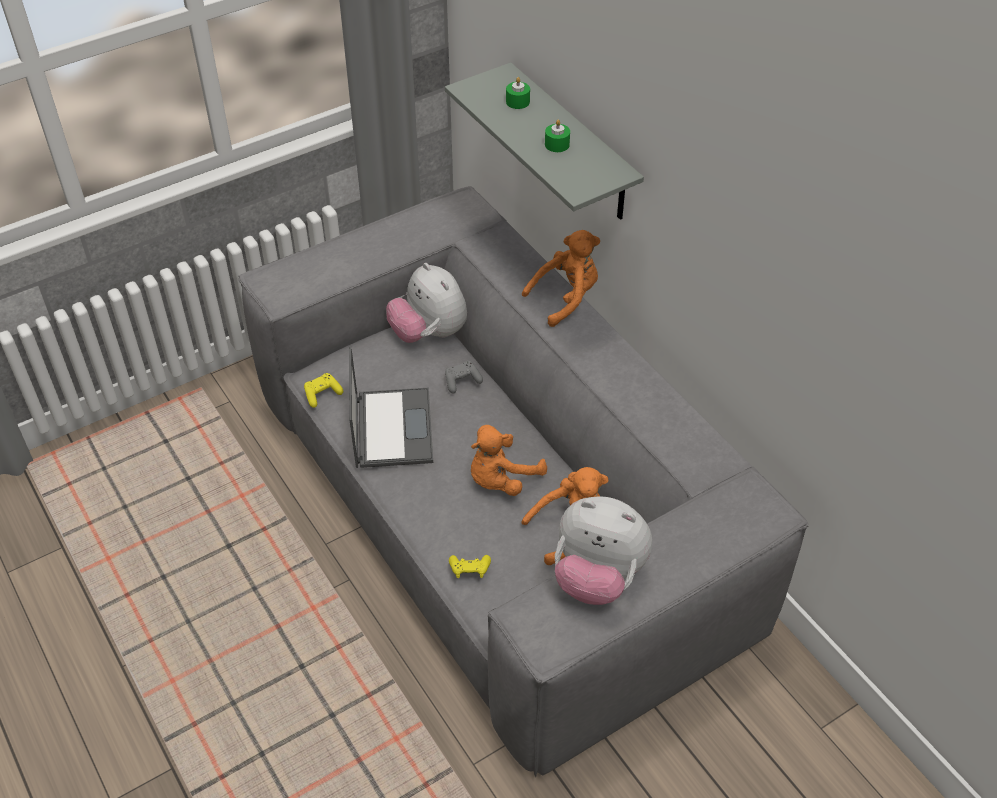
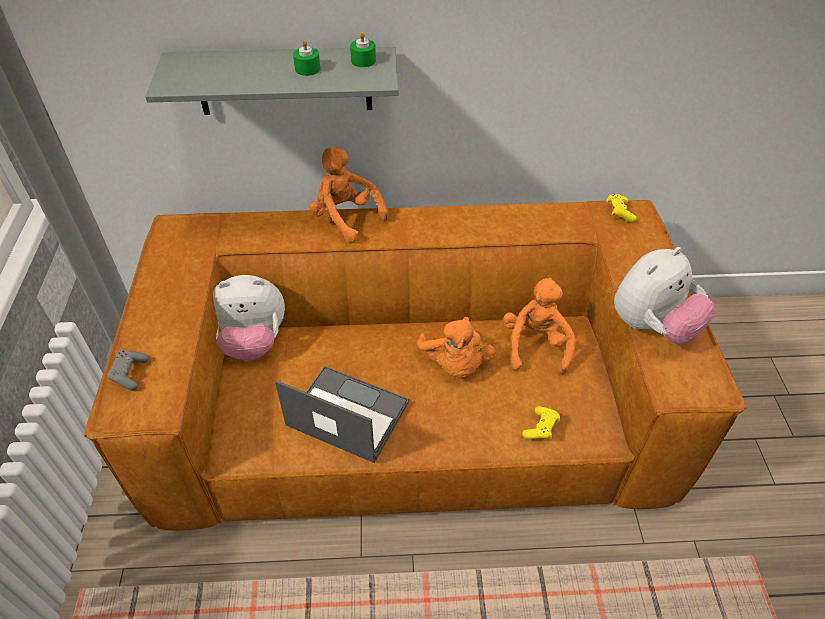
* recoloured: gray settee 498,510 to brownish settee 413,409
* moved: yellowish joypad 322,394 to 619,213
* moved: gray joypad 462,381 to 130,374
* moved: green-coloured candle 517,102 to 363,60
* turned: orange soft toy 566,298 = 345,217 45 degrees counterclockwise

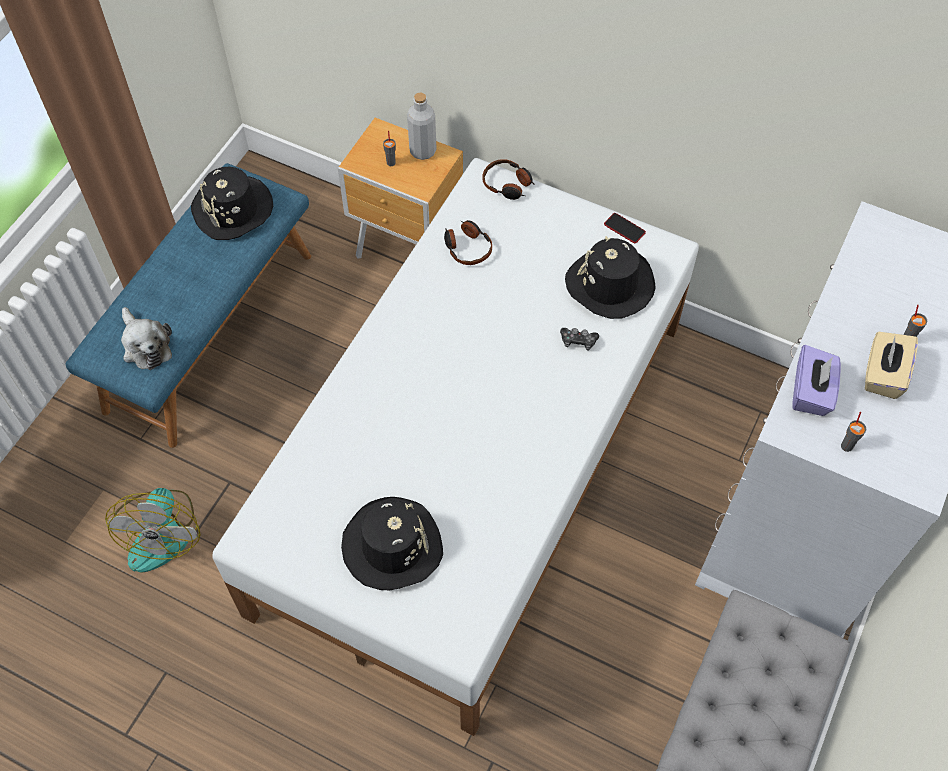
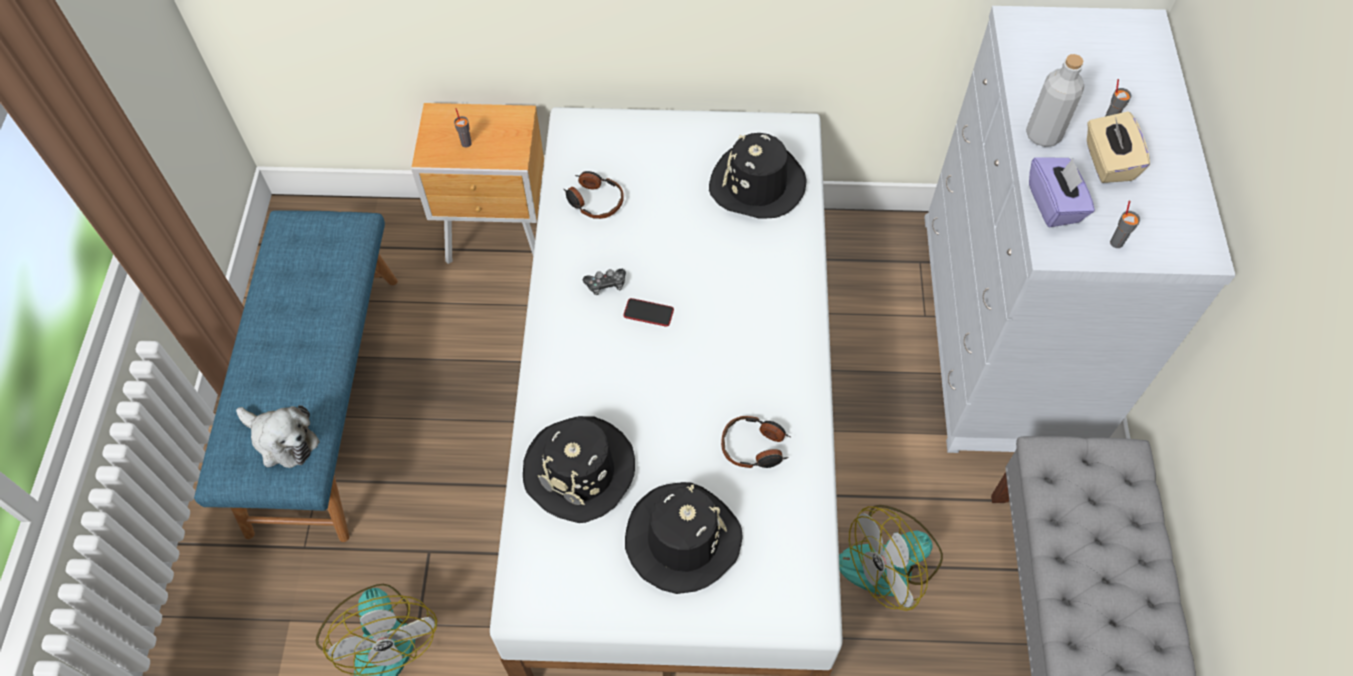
* moved: blackish wearable hat 233,209 to 580,470
* moved: gray beverage bottle 423,151 to 1043,134
* moved: headset 508,184 to 755,447
* moved: joypad 578,341 to 606,285
* moved: telephone 624,228 to 648,313
* added: cooling fan 891,562

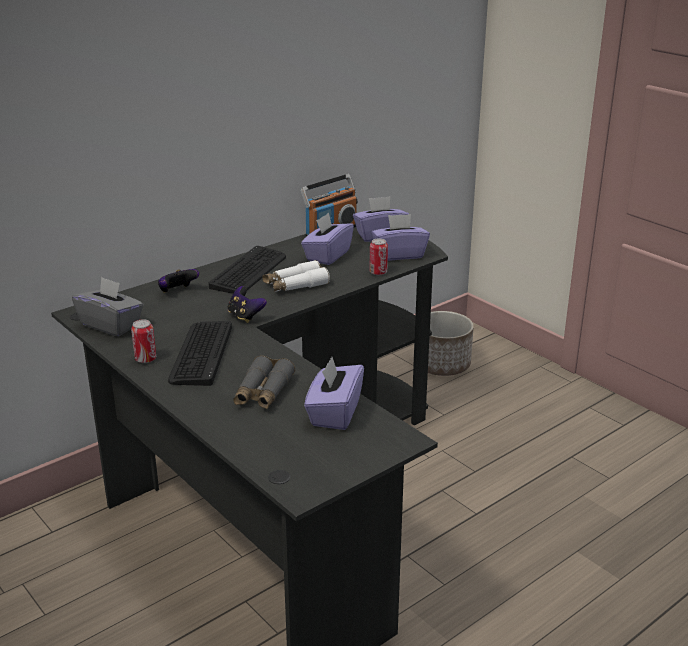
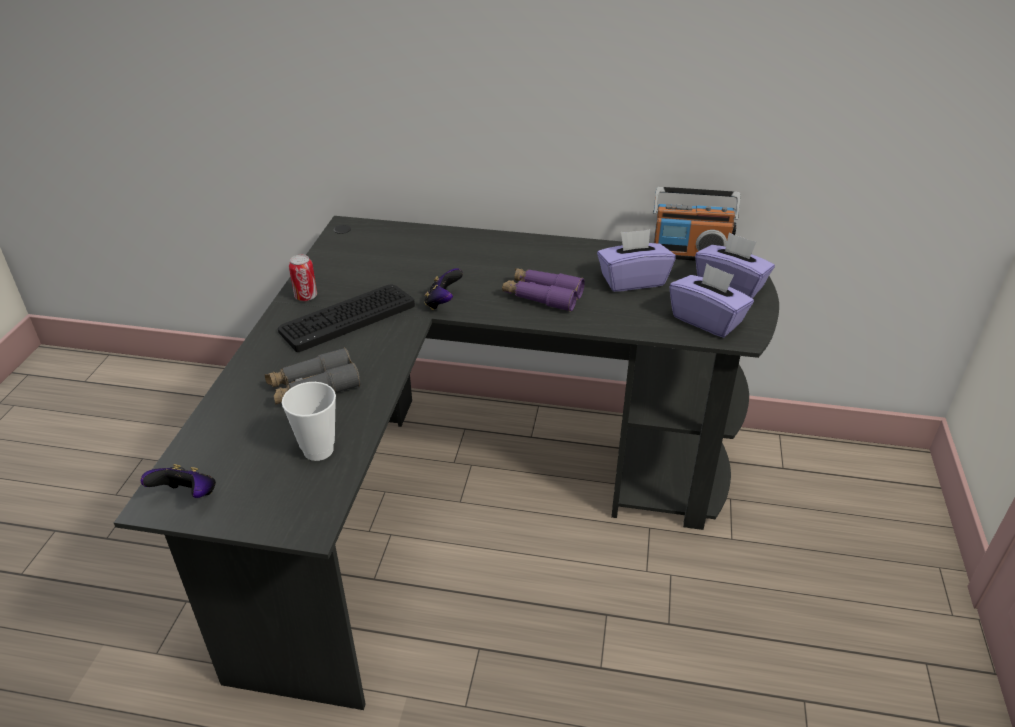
* removed: gray box of tissues 111,325
* moved: joypad 177,292 to 187,496
* removed: PC keyboard 249,271
* recoloured: white-coloured binoculars 295,285 to purple binoculars 542,296
* replaced: purple box of tissues 334,413 to drinking cup 318,450
* removed: can 378,272
* removed: flower pot 442,365

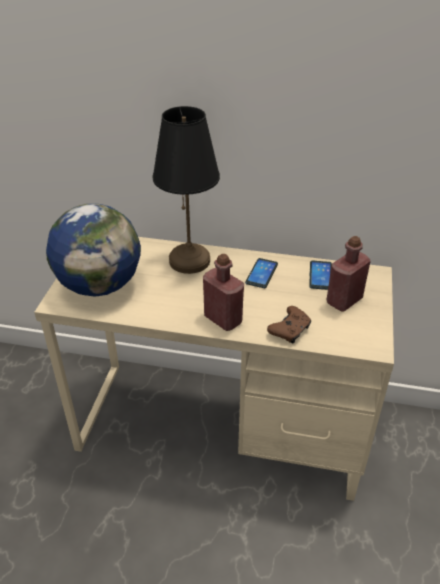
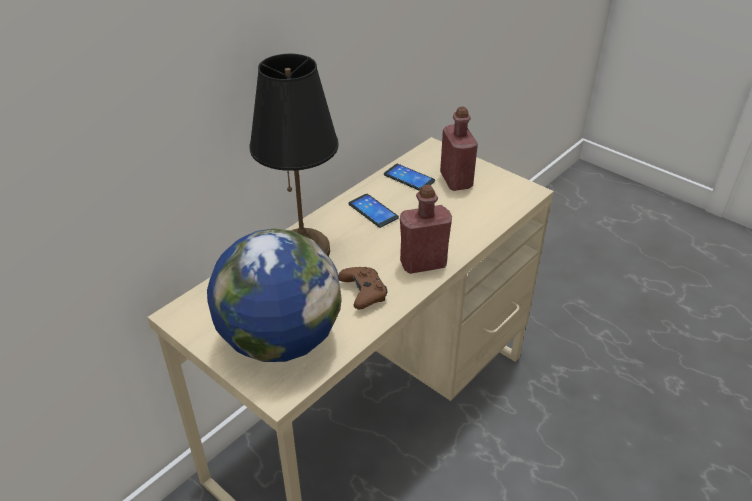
* moved: brownish joypad 290,330 to 364,293

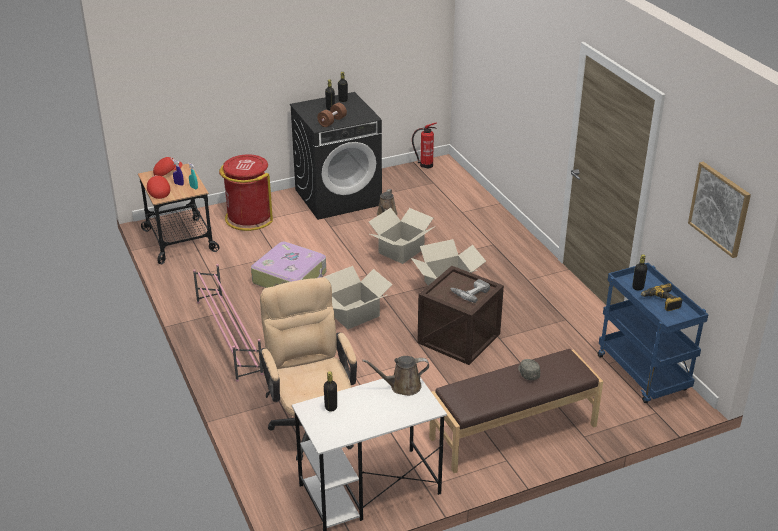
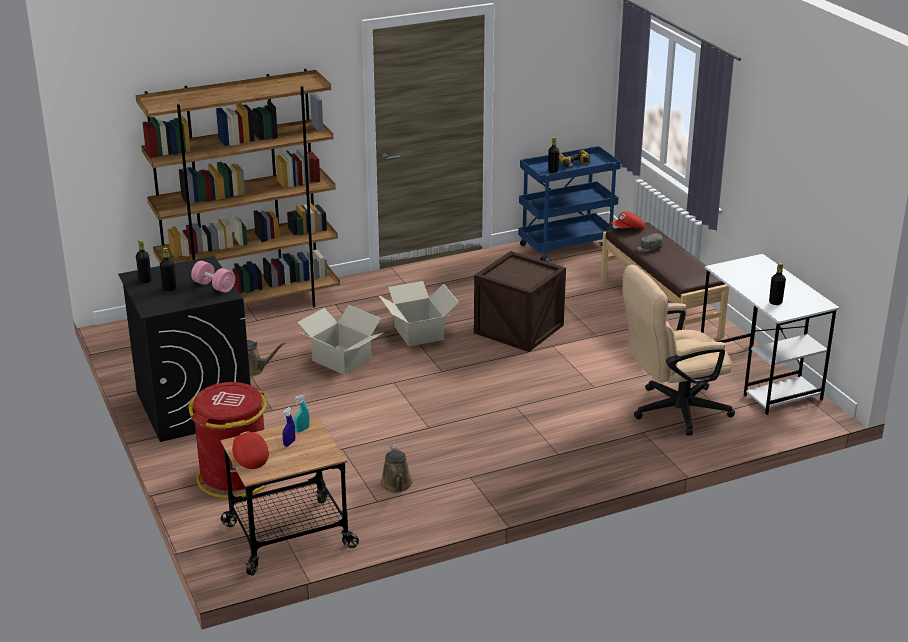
* moved: red cap 158,192 to 628,229
* removed: pinkish shoe shelf 228,336
* removed: piece of luggage 290,278
* recoloured: brownish free weight 332,122 to pinkish free weight 214,286
* removed: carton 354,314
* moved: brownish watering can 402,386 to 397,485
* removed: fire extinguisher 425,165
* removed: electric drill 470,292
* removed: picture 720,209
* added: brownish bookcase 251,307

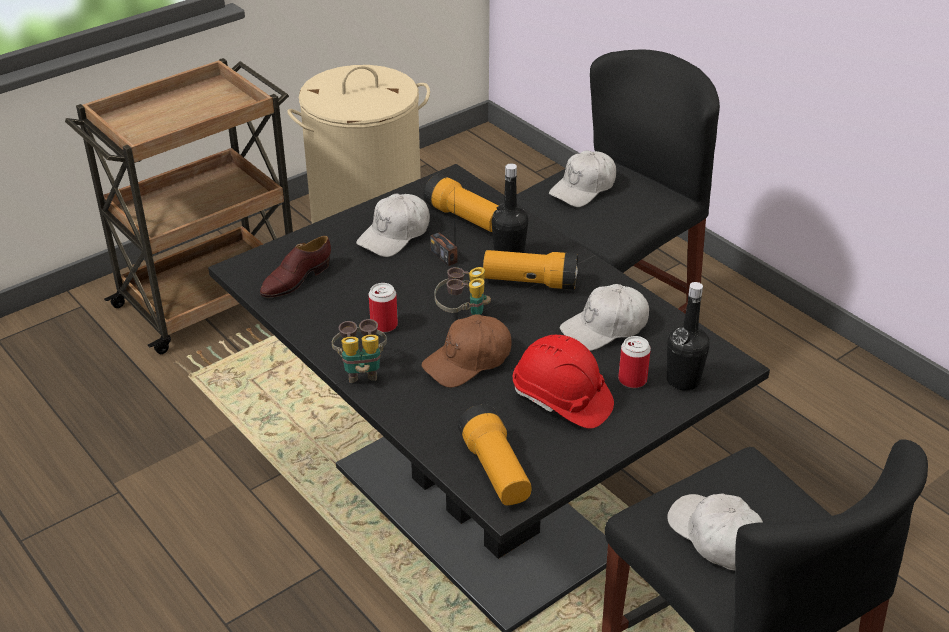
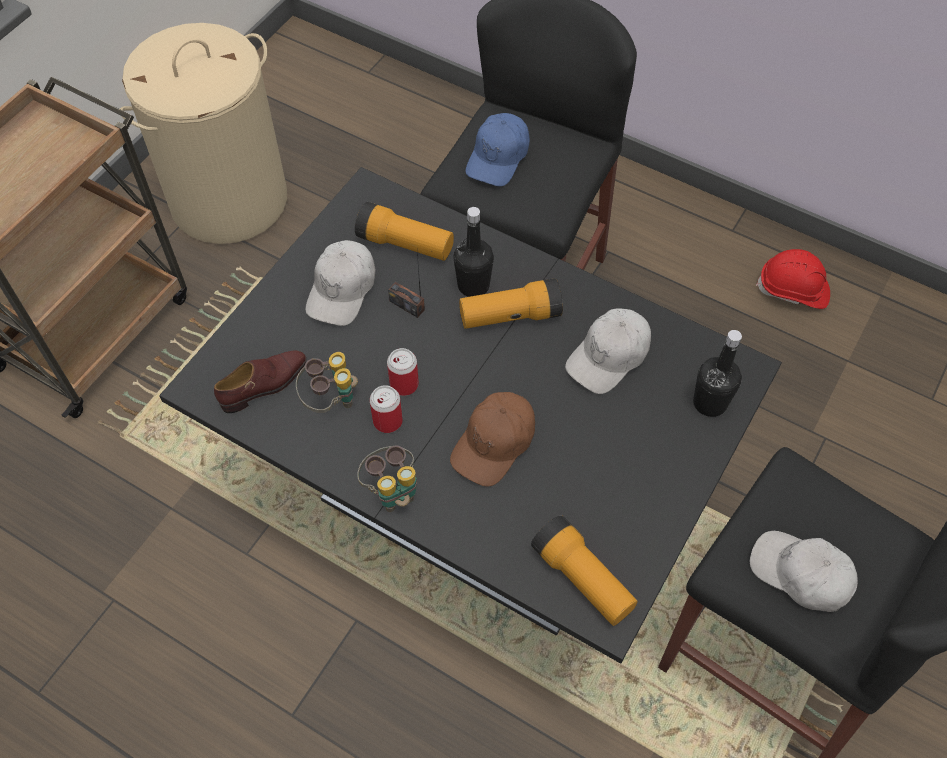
* turned: brownish low shoe 295,279 = 265,385 150 degrees counterclockwise
* moved: binoculars 462,317 to 330,400
* moved: red safety helmet 561,400 to 793,290
* recoloured: white-coloured cap 583,188 to blue cap 498,157
* moved: can 632,380 to 404,384

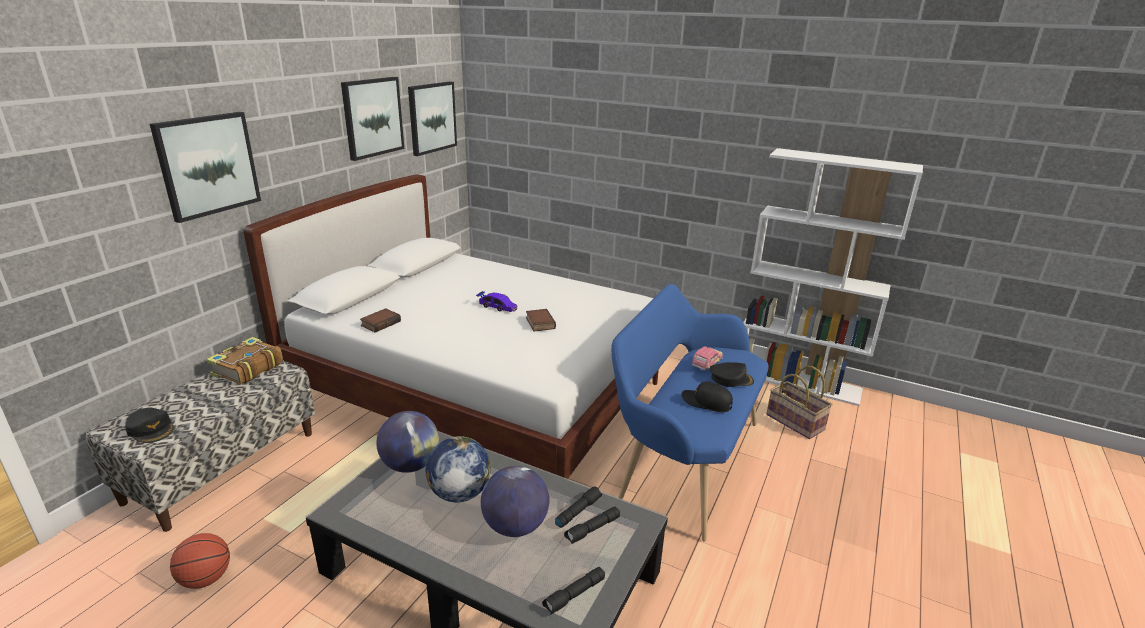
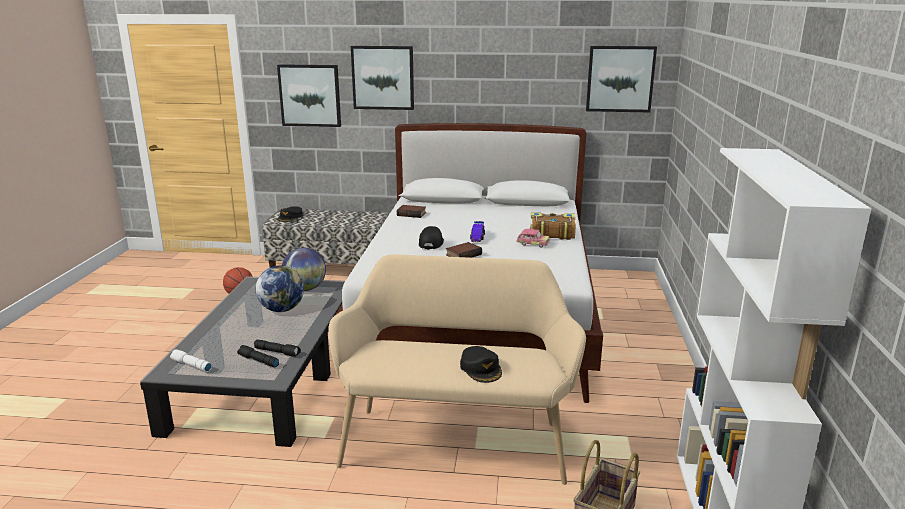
* moved: book 246,369 to 551,233
* moved: picture 372,117 to 310,95
* removed: desk globe 515,526
* recoloured: blackish hand torch 574,595 to white-coloured hand torch 191,365
* recoloured: blue bench 682,459 to sand-coloured bench 456,439
* moved: blackish cap 706,402 to 431,243
* moved: miniature car 706,364 to 532,244

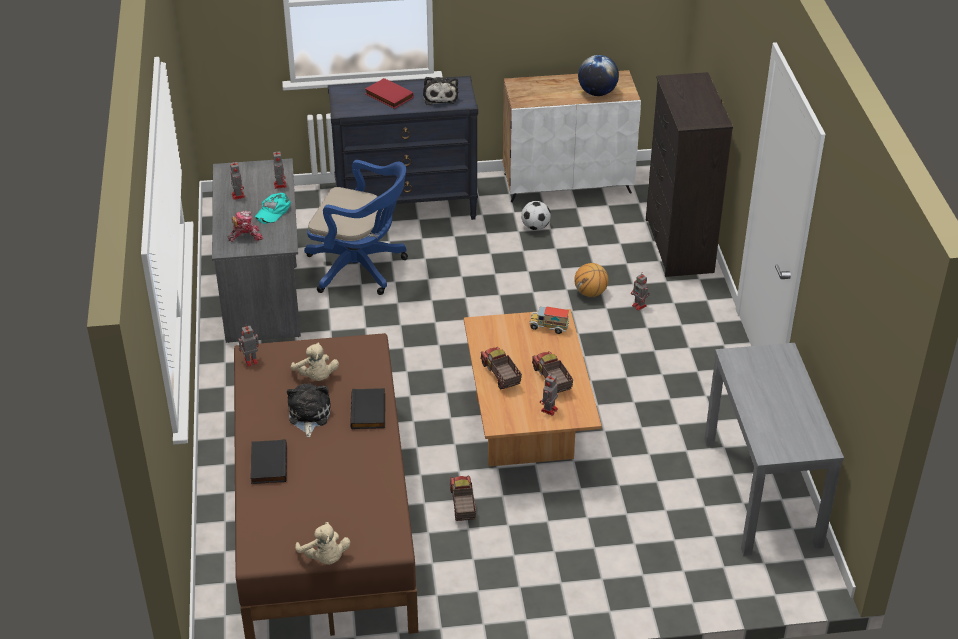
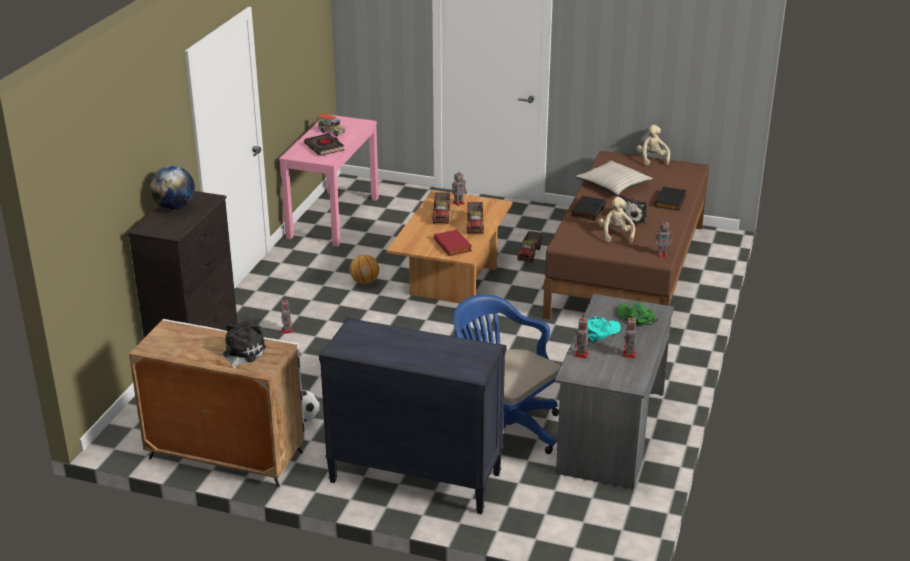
* replaced: toy robot 245,236 to green-coloured cap 635,316
* moved: red book 388,96 to 453,245
* moved: soft toy 440,96 to 242,353
* moved: model truck 548,327 to 331,132
* moved: basketball ball 590,293 to 364,282
* moved: desk globe 597,93 to 175,207
* recoloured: gray console table 762,492 to pinkish console table 333,217
* added: blackish book 324,147
* added: sand-coloured throw pillow 613,184

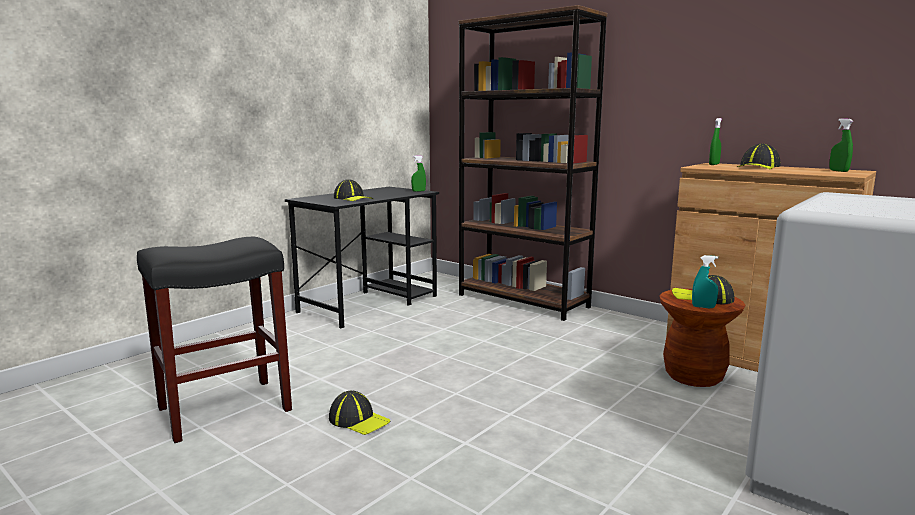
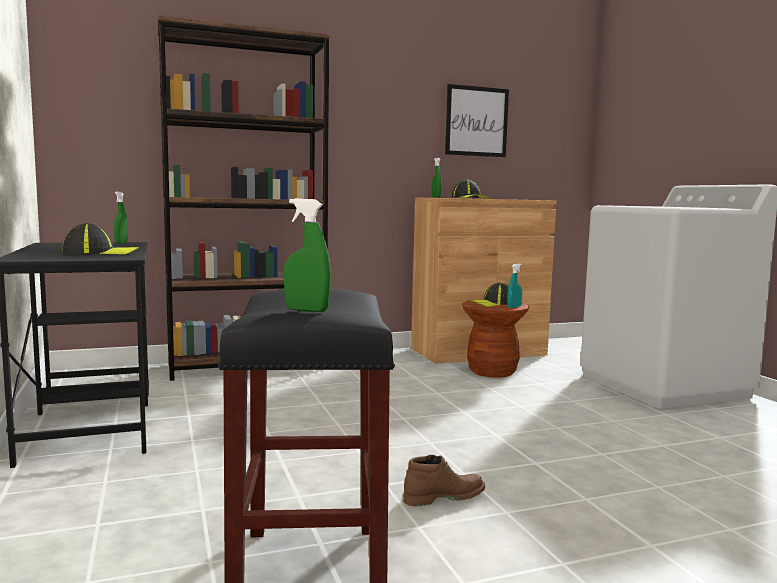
* replaced: cap 359,420 to brownish boot 443,497
* moved: green-coloured hand sprayer 838,171 to 306,310
* added: picture 476,121

